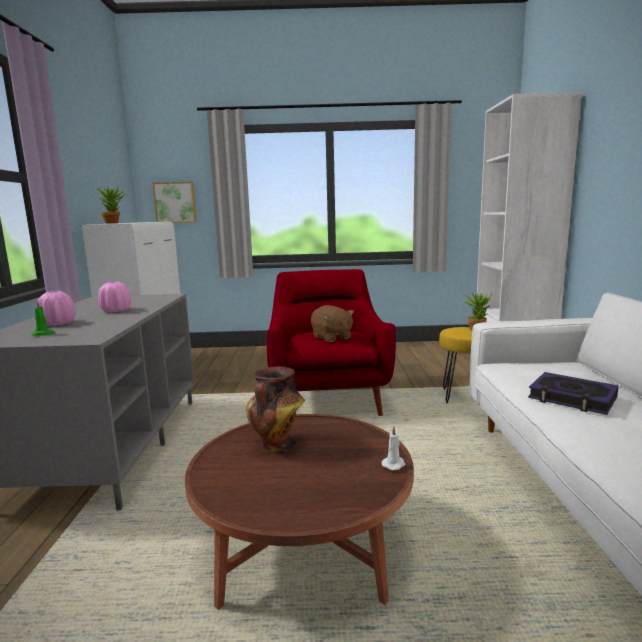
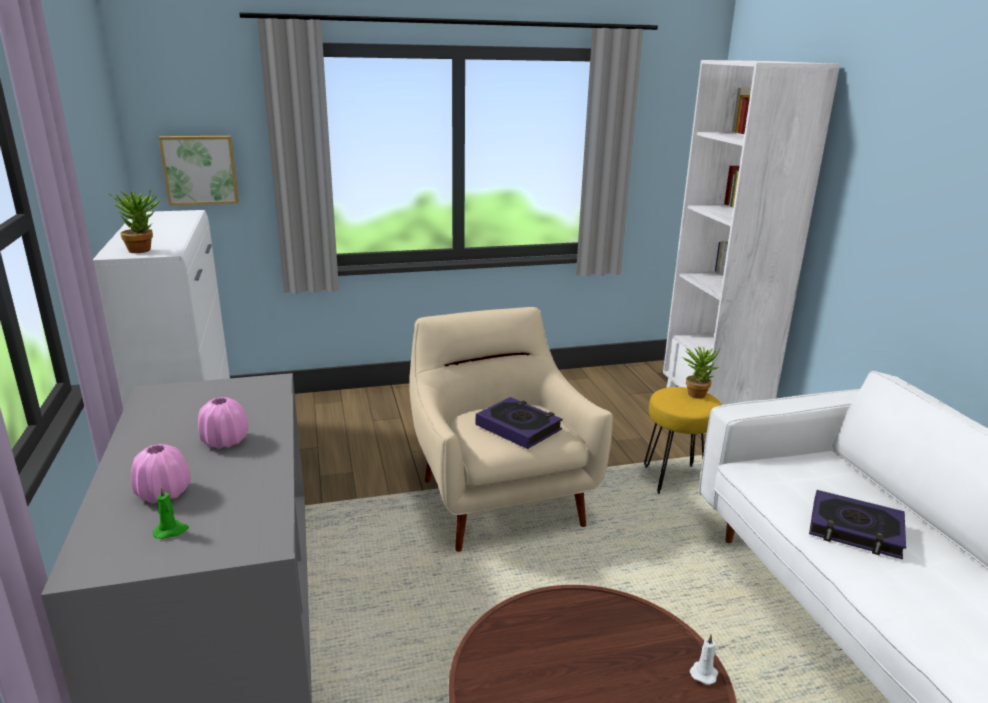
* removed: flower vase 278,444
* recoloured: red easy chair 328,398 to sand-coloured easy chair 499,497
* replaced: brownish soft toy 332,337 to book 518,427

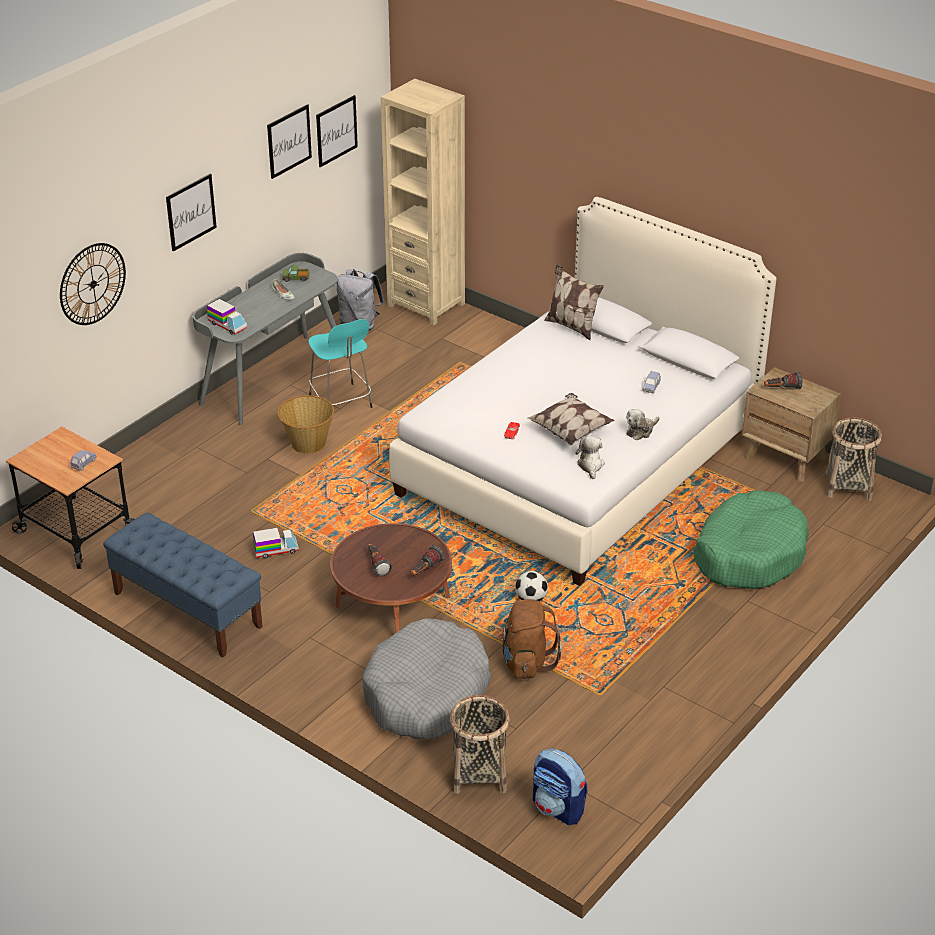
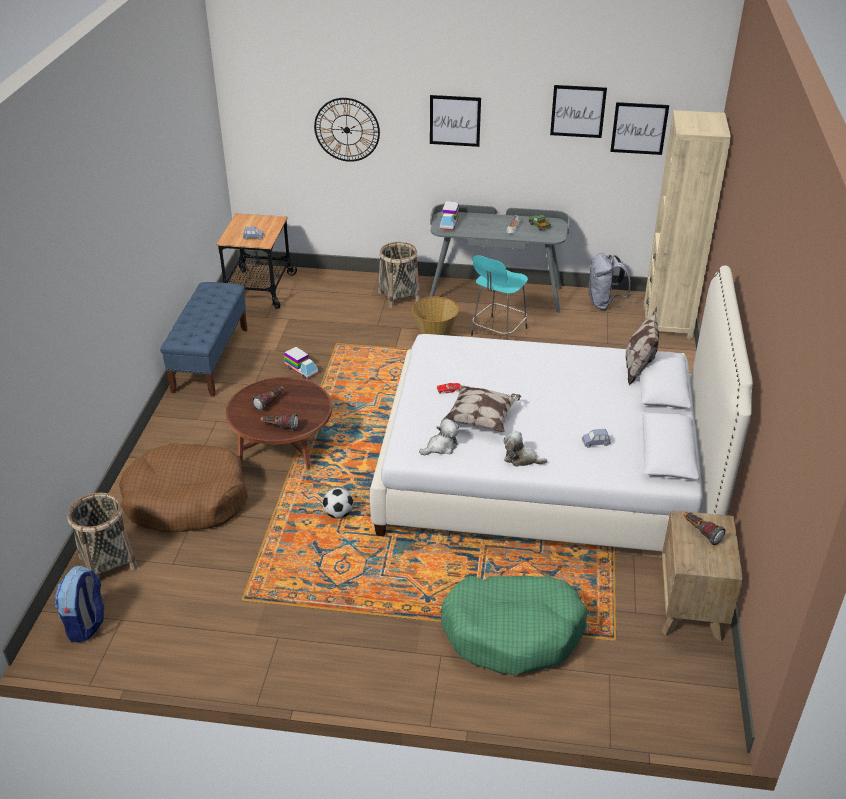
* recoloured: gray pet bed 426,694 to brownish pet bed 186,500
* removed: brownish backpack 526,662
* moved: basket 848,486 to 399,296

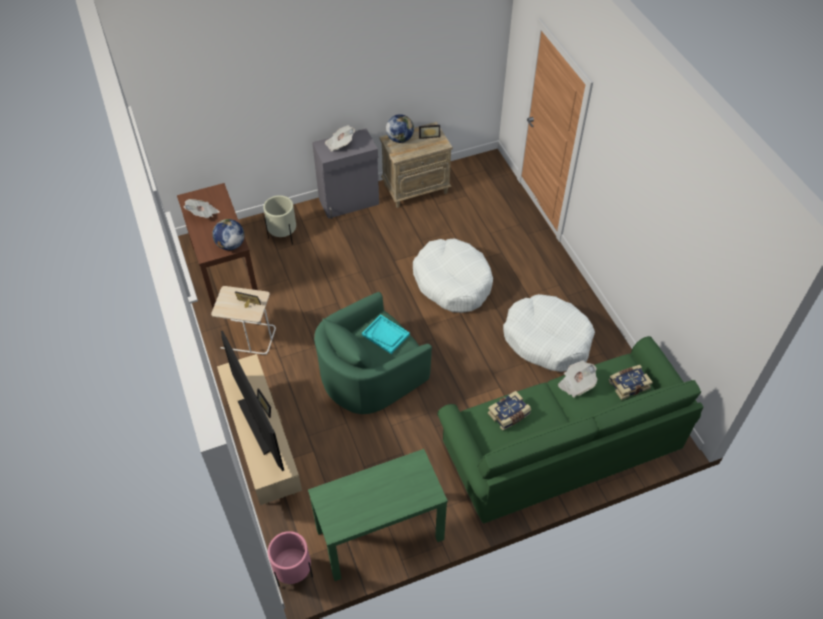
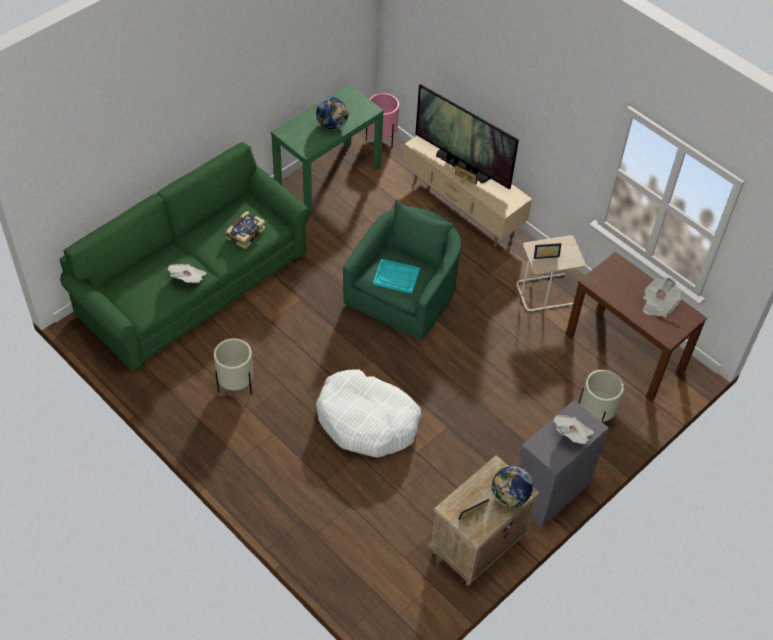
* moved: desk globe 230,245 to 332,125
* replaced: white-coloured pet bed 547,340 to sand-coloured flower pot 236,385
* removed: book 628,384

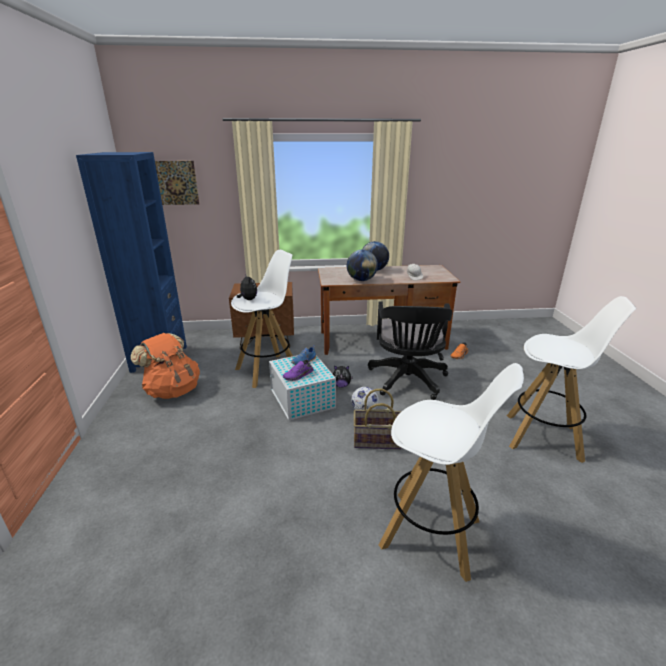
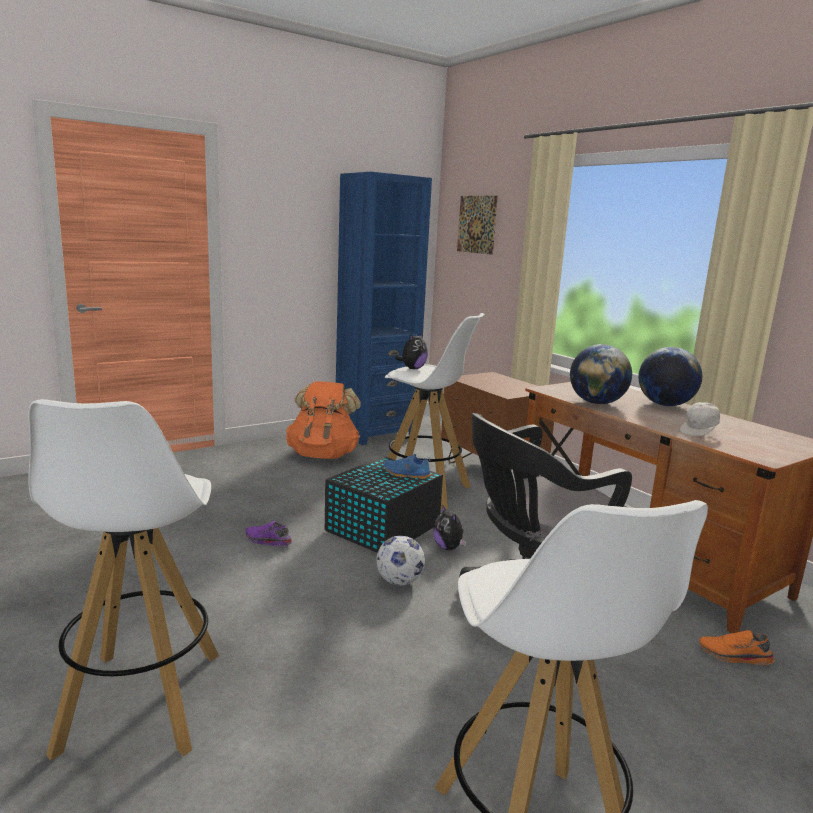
* recoloured: white-coloured storage bin 302,399 to blackish storage bin 381,528
* moved: purple low shoe 298,376 to 267,541
* removed: basket 376,441

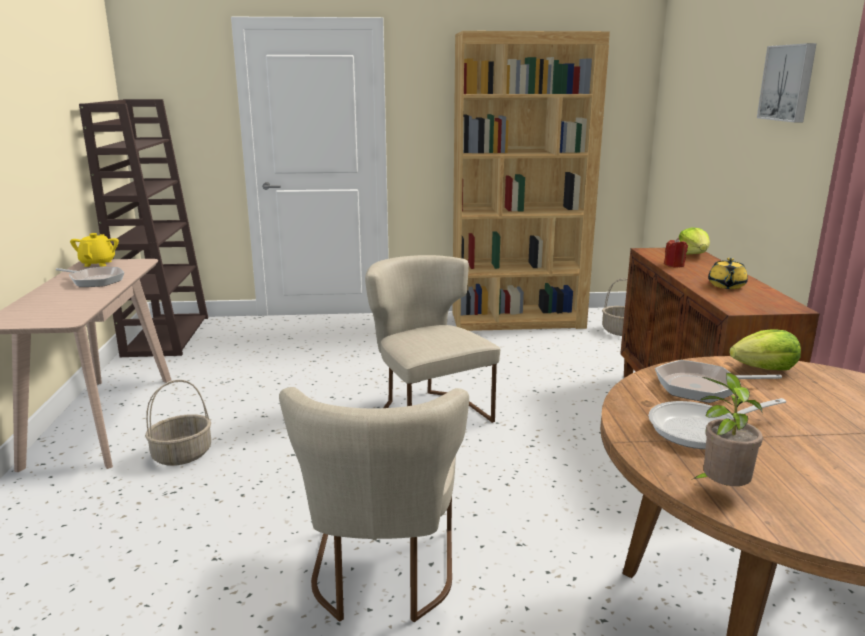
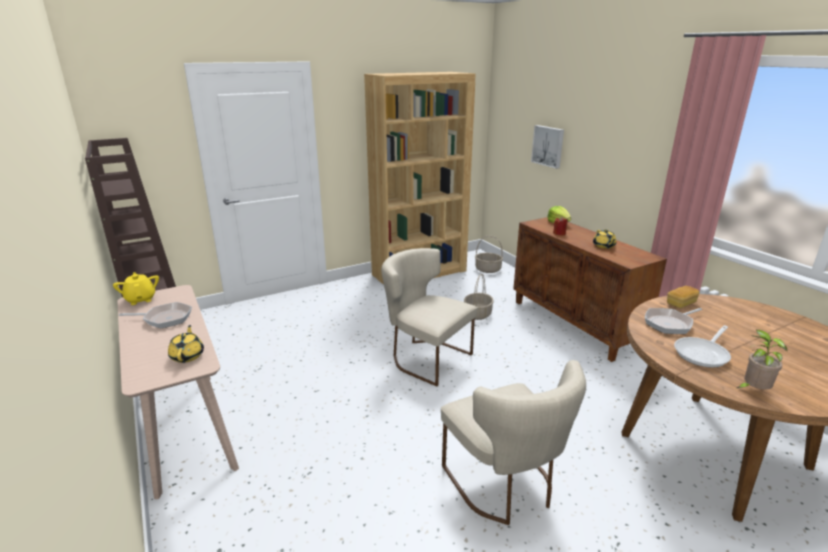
* moved: basket 182,455 to 478,314
* replaced: head of lettuce 764,369 to bread 681,303
* moved: picture 789,83 to 548,146
* added: yellowish teapot 187,355

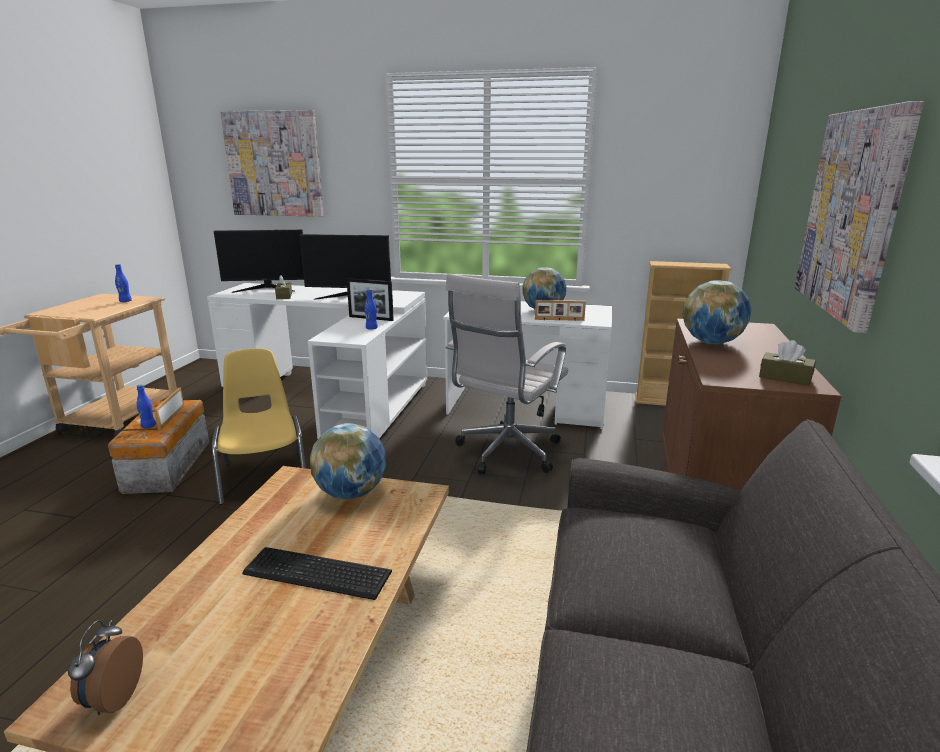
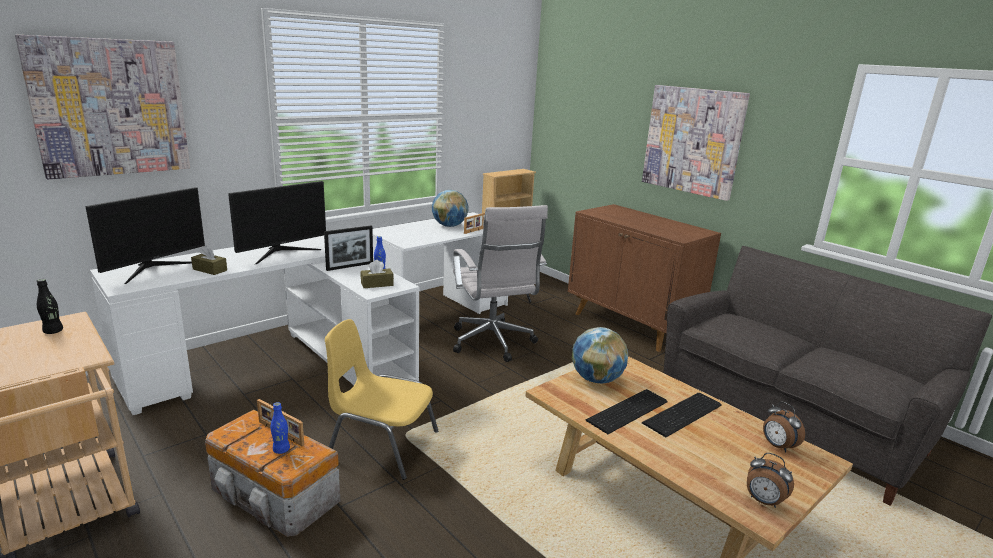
* recoloured: blue beverage bottle 125,301 to blackish beverage bottle 53,331
* removed: desk globe 712,342
* moved: brownish box of tissues 785,378 to 377,284
* added: PC keyboard 625,410
* added: table clock 777,446

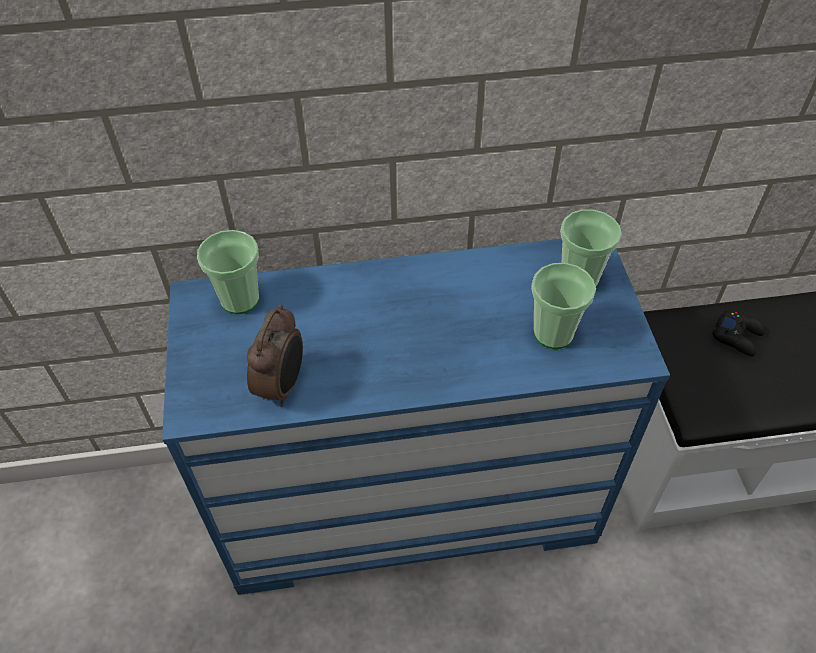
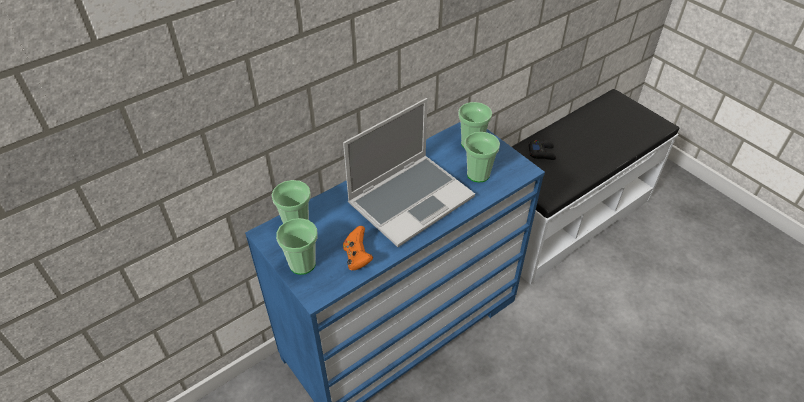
* replaced: table clock 283,385 to orange joypad 357,257
* added: drinking cup 302,264
* added: notebook computer 411,199

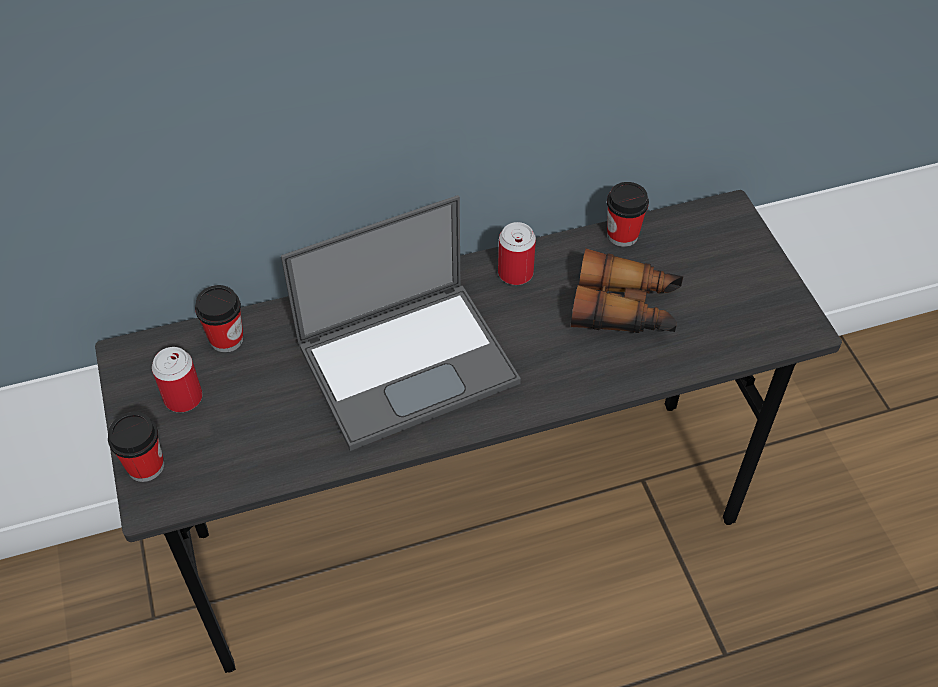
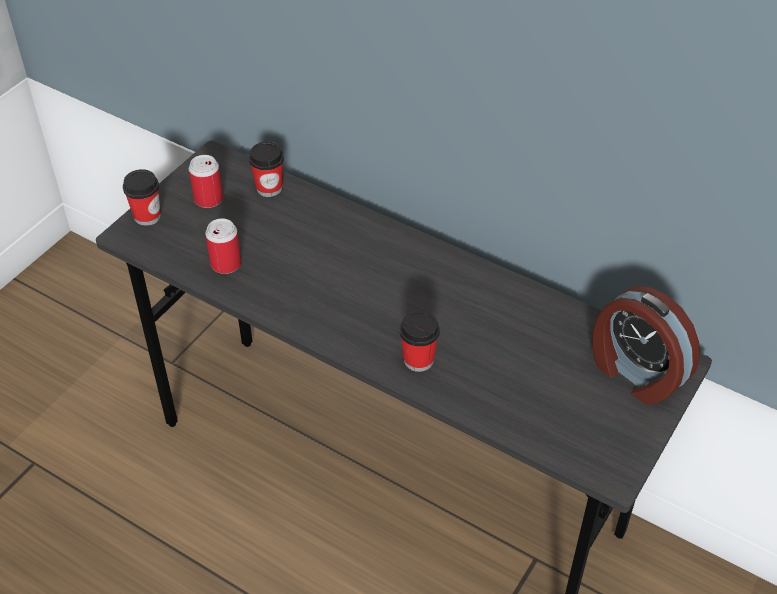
* removed: notebook computer 409,361
* moved: can 515,273 to 226,264
* removed: binoculars 626,308
* moved: drinking cup 622,235 to 418,360
* added: table clock 635,373

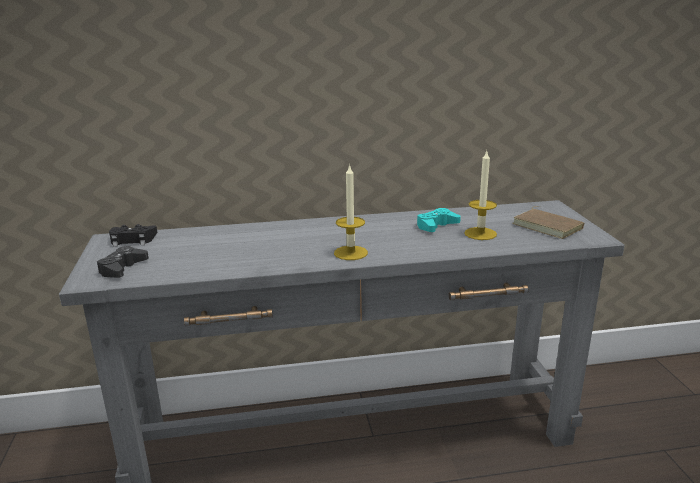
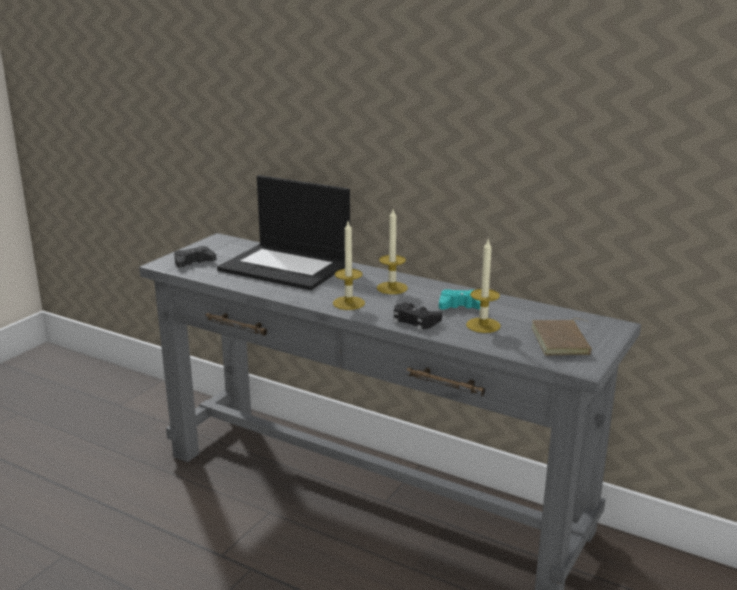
* moved: blackish joypad 132,240 to 415,321
* added: notebook computer 287,267
* added: candle 392,288

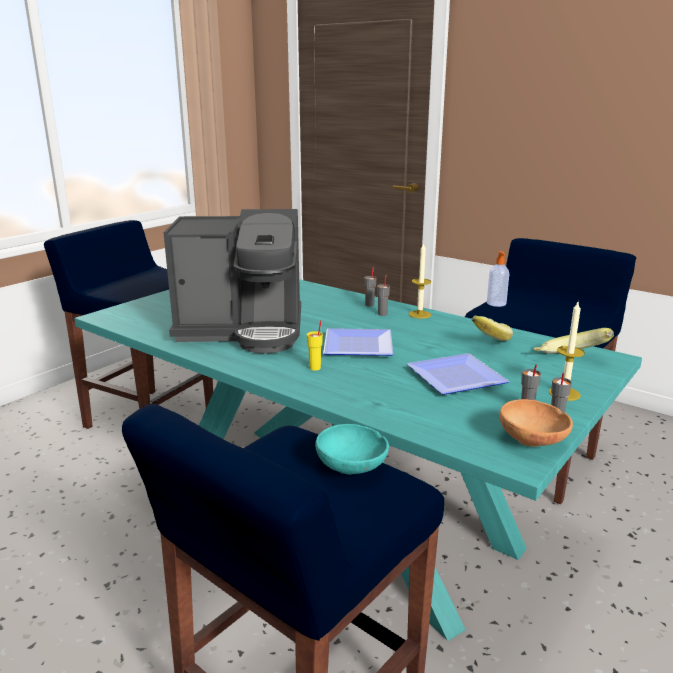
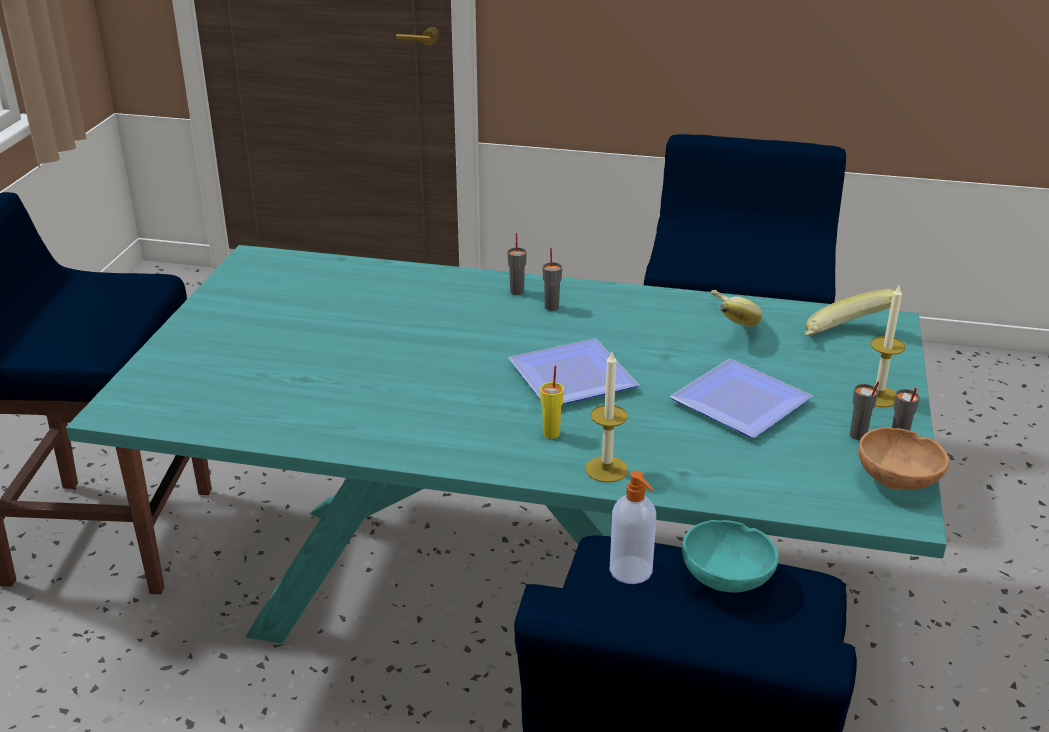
* removed: coffee brewer 243,330
* moved: candle 419,314 to 606,469
* moved: soap dispenser 496,304 to 631,571

